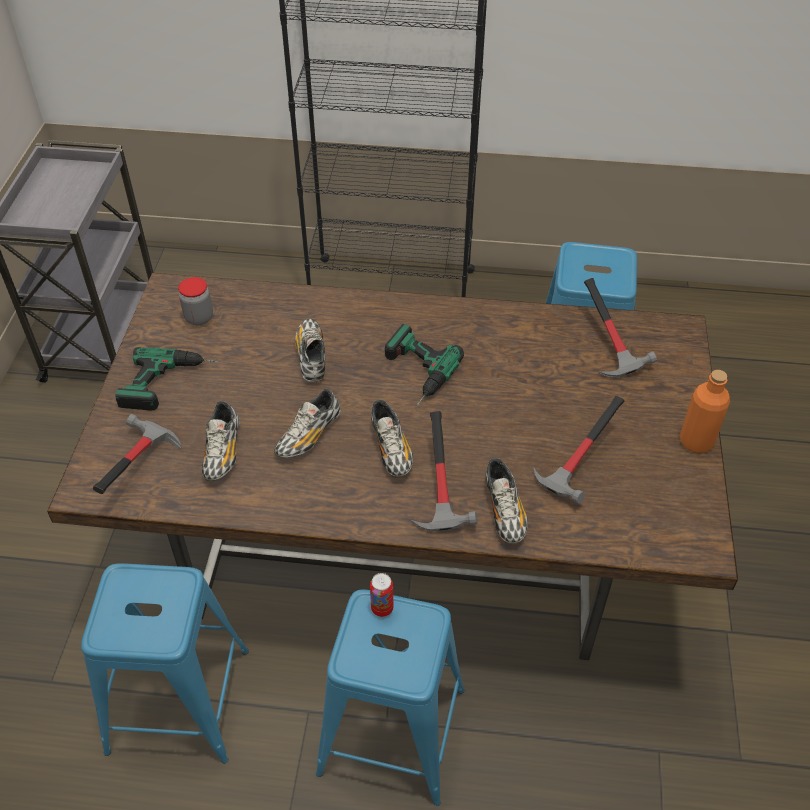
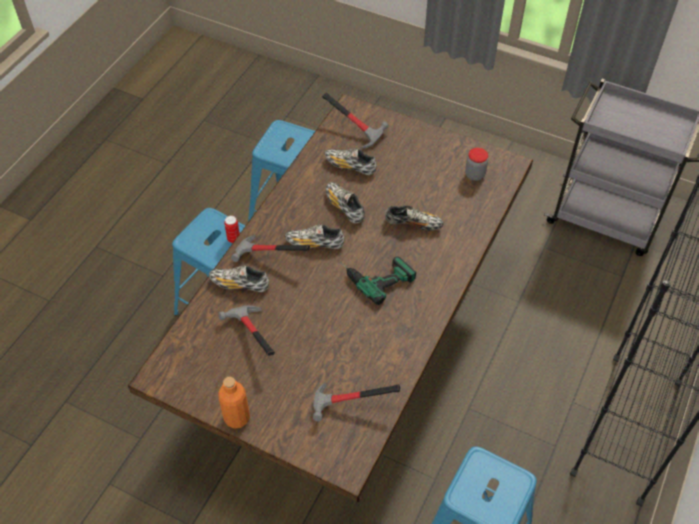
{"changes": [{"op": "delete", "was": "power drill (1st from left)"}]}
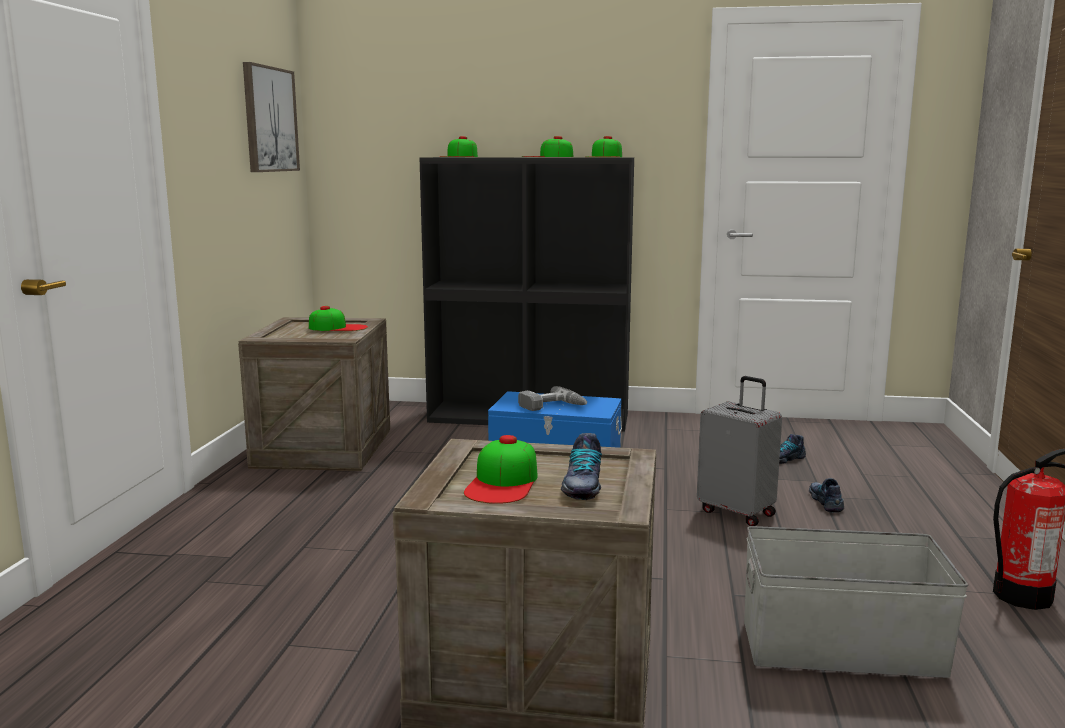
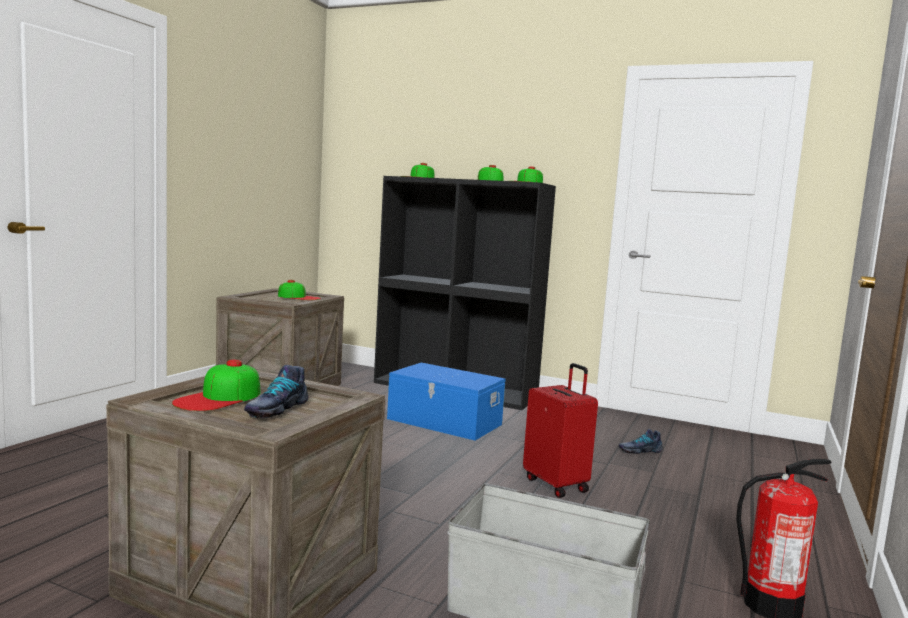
{"changes": [{"op": "delete", "was": "wall art"}, {"op": "recolor", "was": "suitcase (gray)", "now": "suitcase (red-coloured)"}, {"op": "delete", "was": "power drill"}, {"op": "delete", "was": "low shoe (3rd from left)"}]}
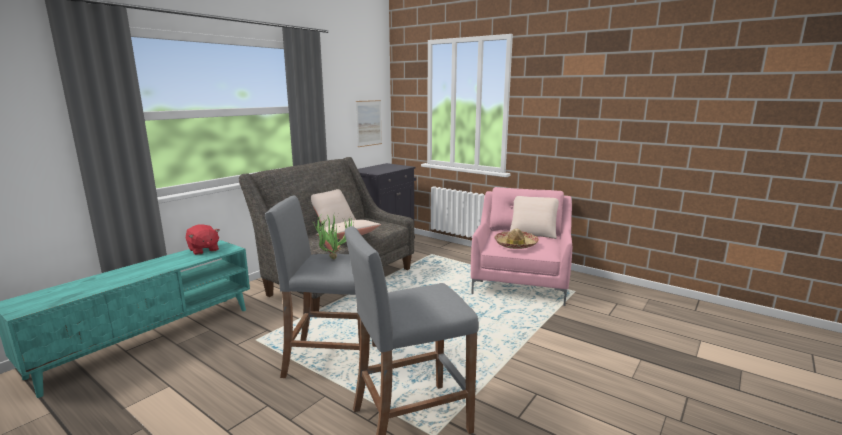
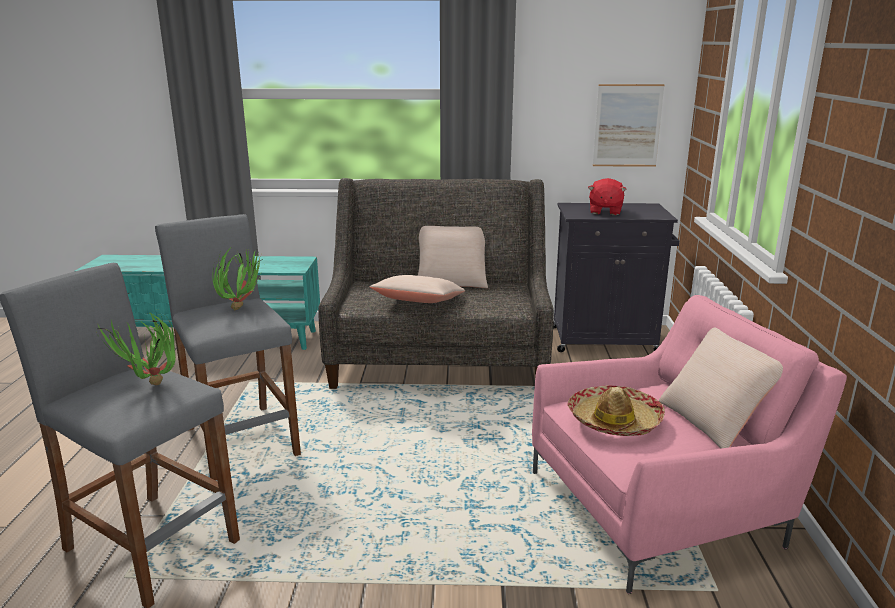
{"changes": [{"op": "move", "was": "cuddly toy (red-coloured)"}, {"op": "insert", "now": "potted plant (1st from left)"}]}
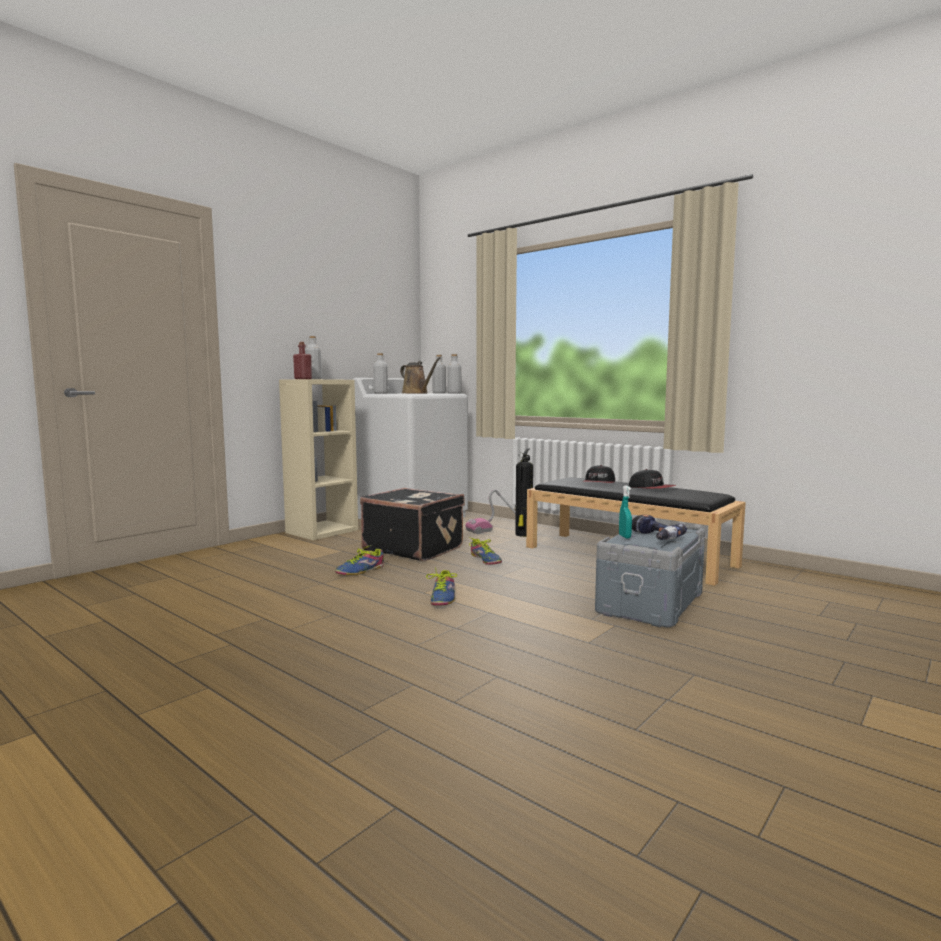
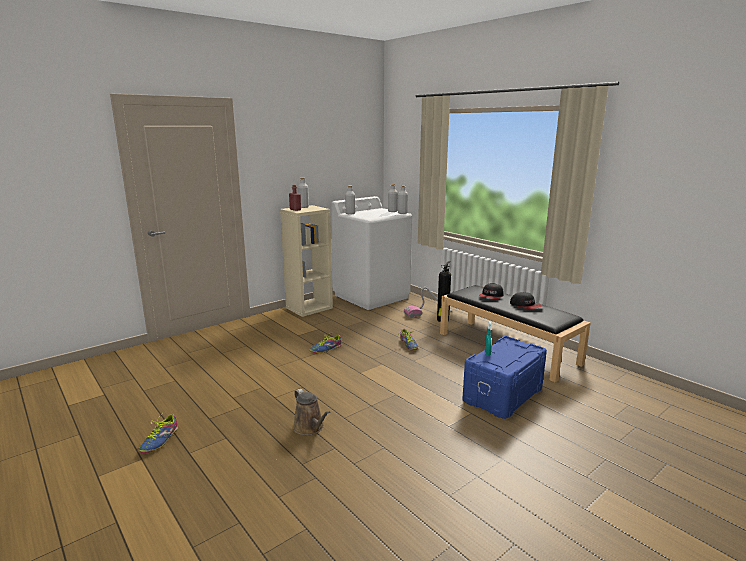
{"changes": [{"op": "move", "was": "watering pot (brown)"}, {"op": "delete", "was": "suitcase (blackish)"}, {"op": "delete", "was": "power drill"}, {"op": "recolor", "was": "storage box (gray)", "now": "storage box (bluish)"}, {"op": "move", "was": "low shoe (2nd from left in the first image)", "now": "low shoe (1st from left)"}]}
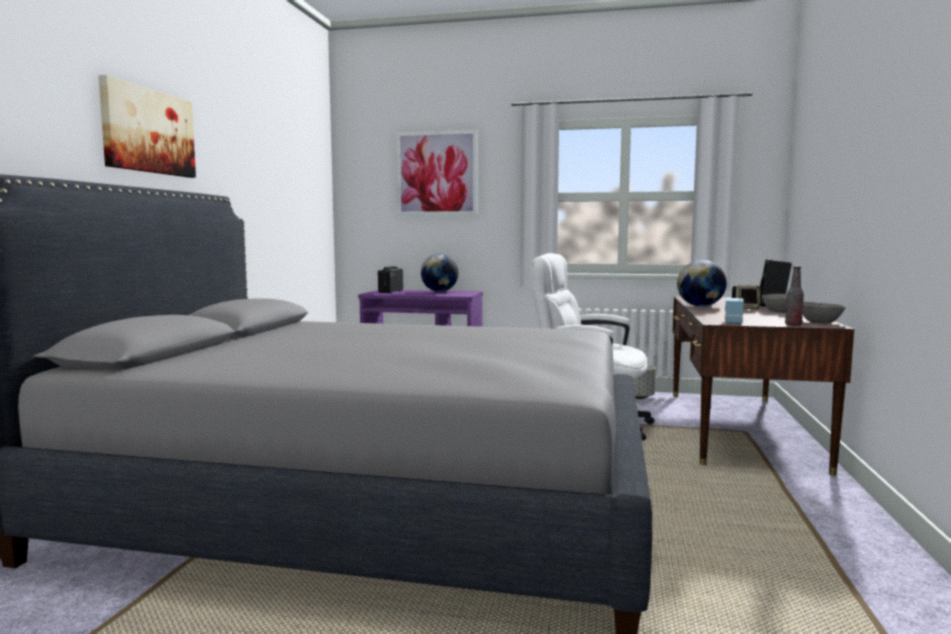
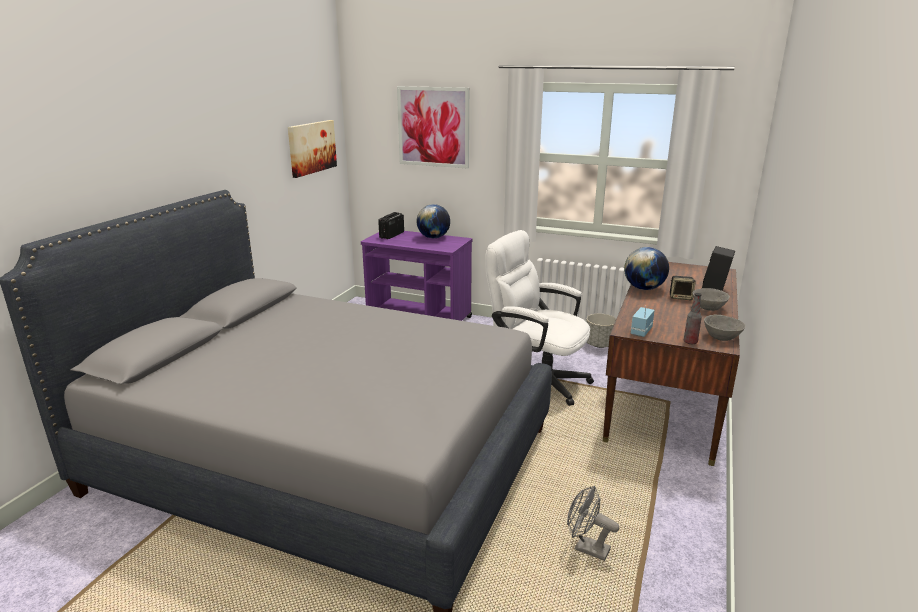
{"changes": [{"op": "move", "was": "wall art (1st from left)"}, {"op": "insert", "now": "electric fan (gray)"}]}
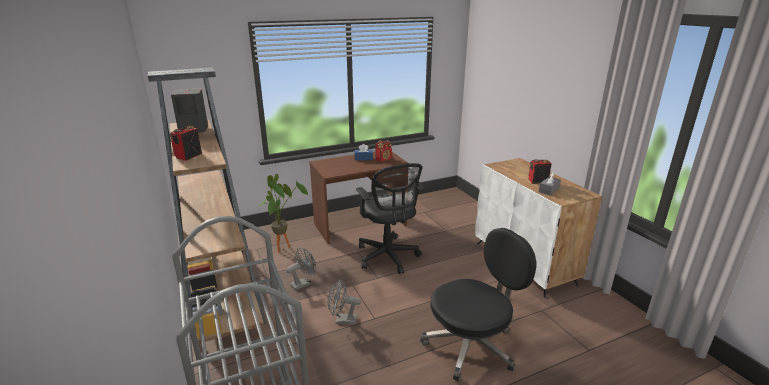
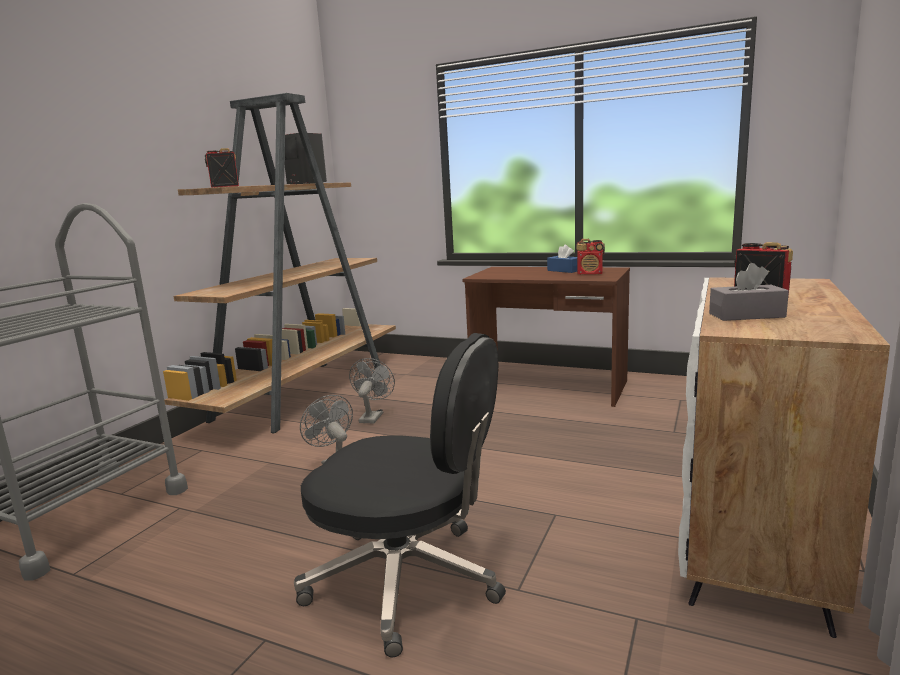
{"changes": [{"op": "delete", "was": "office chair (blackish) (1st from left)"}, {"op": "delete", "was": "potted plant"}, {"op": "rotate", "was": "electric fan (gray) (1st from left in the first image)", "clockwise": -90}]}
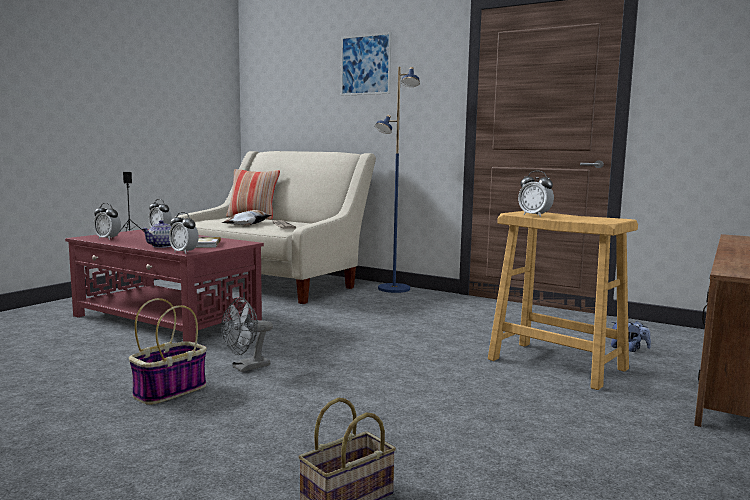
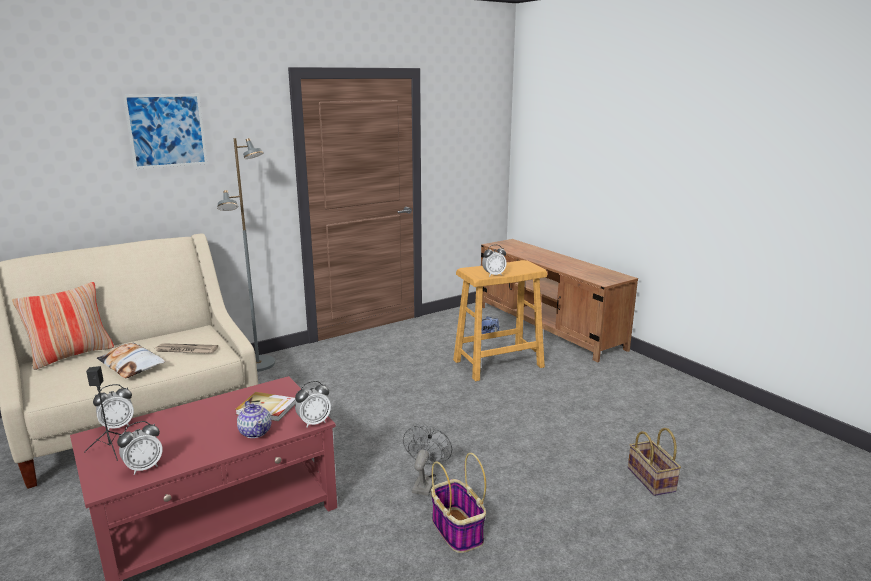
{"changes": [{"op": "recolor", "was": "standing lamp (bluish)", "now": "standing lamp (gray)"}, {"op": "rotate", "was": "electric fan (gray)", "clockwise": -150}]}
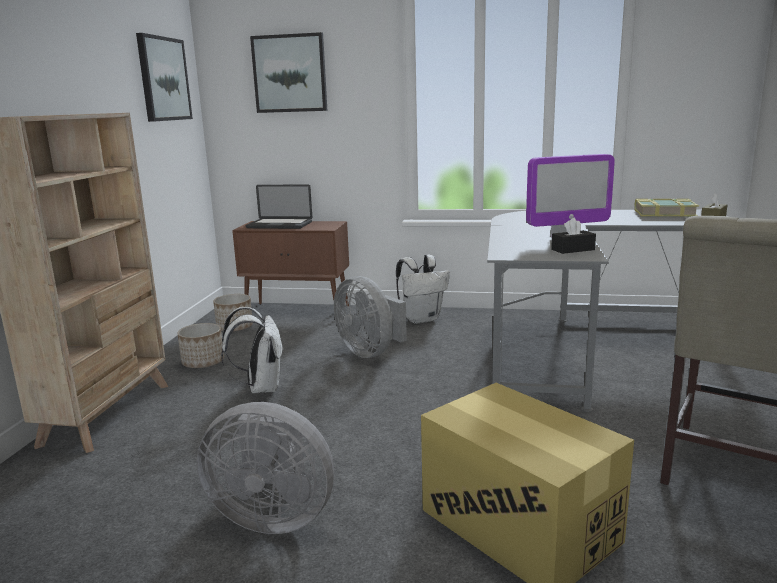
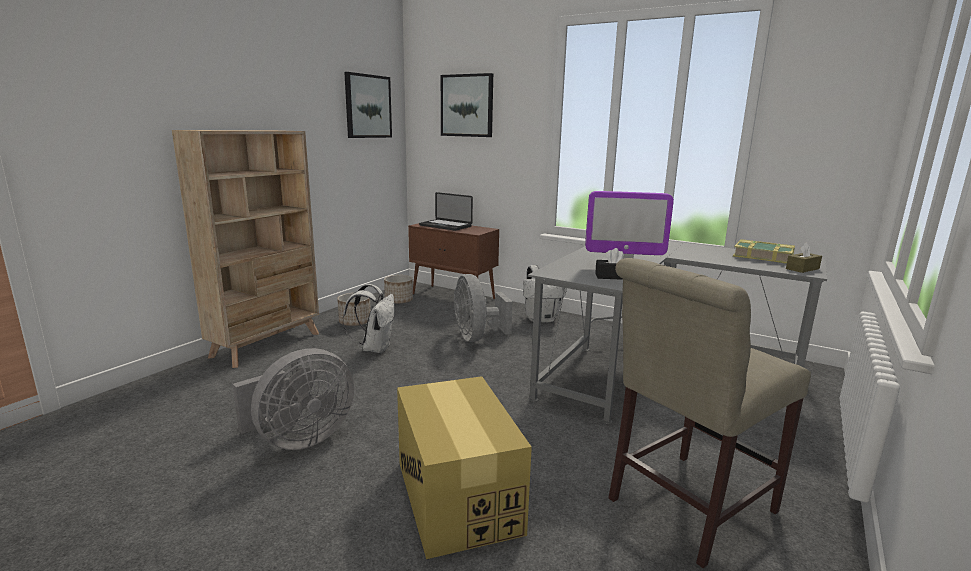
{"changes": [{"op": "rotate", "was": "electric fan (gray) (1st from left)", "clockwise": -75}]}
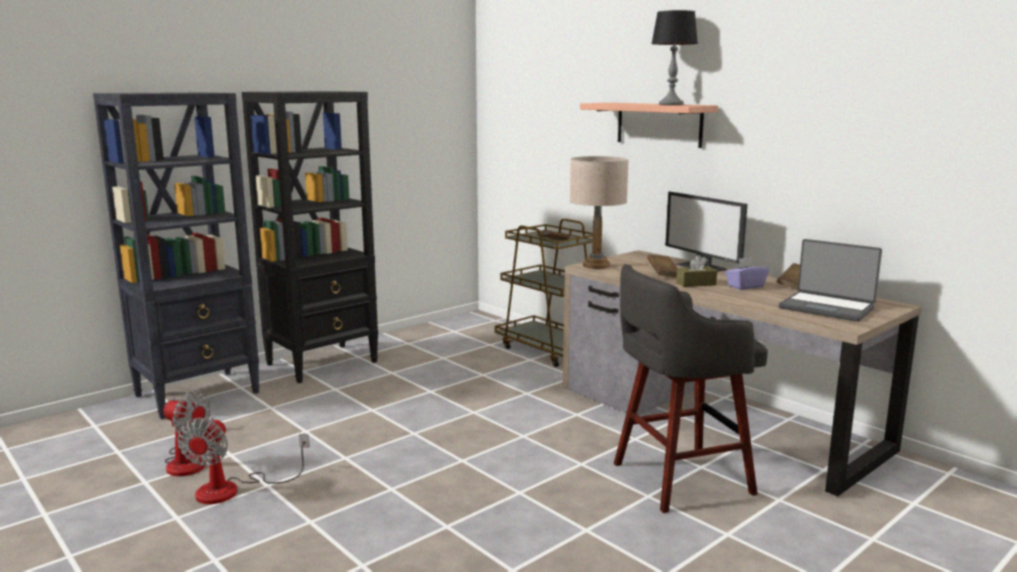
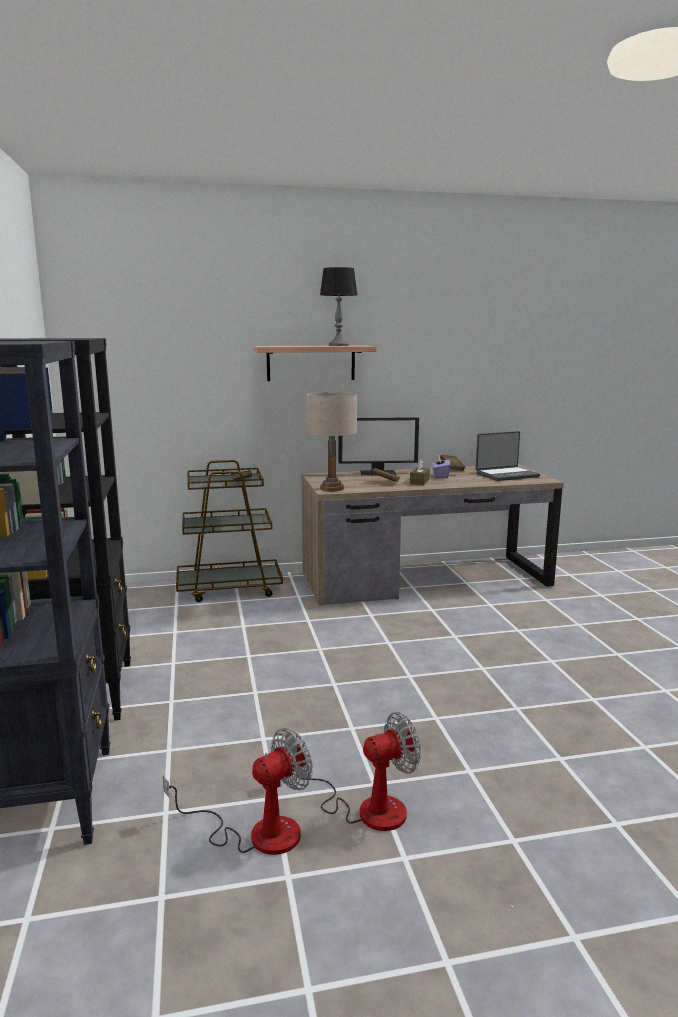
{"changes": [{"op": "delete", "was": "sitting stool (gray)"}, {"op": "rotate", "was": "electric fan (2nd from left)", "clockwise": -60}]}
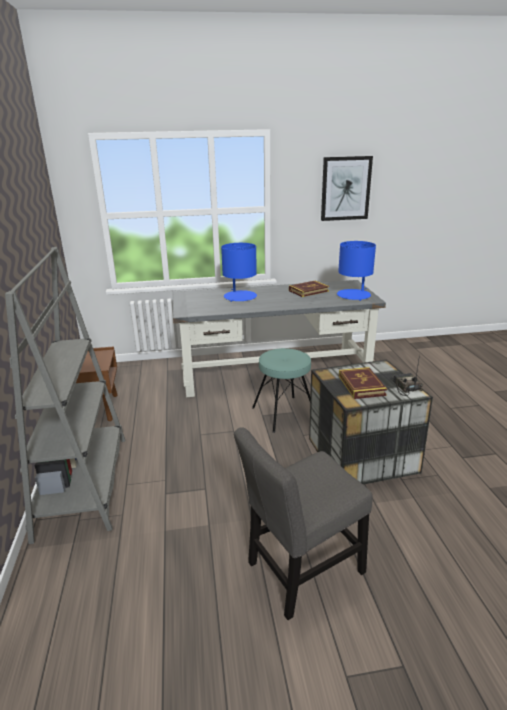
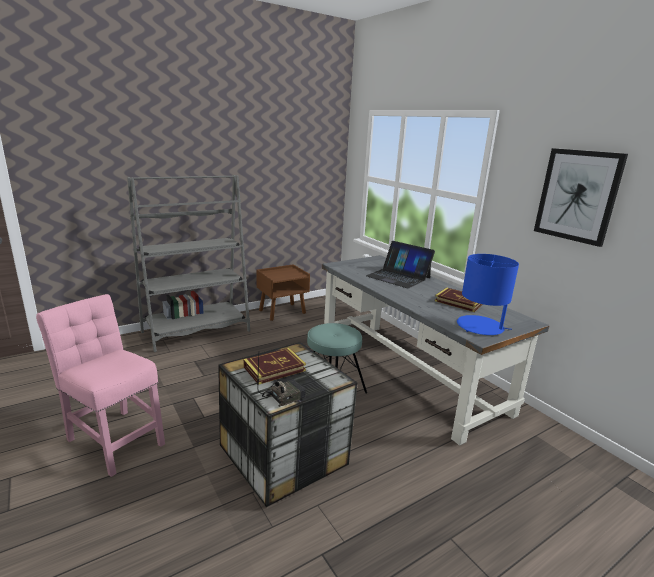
{"changes": [{"op": "replace", "was": "tabletop lamp (bluish) (1st from left)", "now": "portable computer"}, {"op": "recolor", "was": "plain chair (gray)", "now": "plain chair (pink)"}]}
